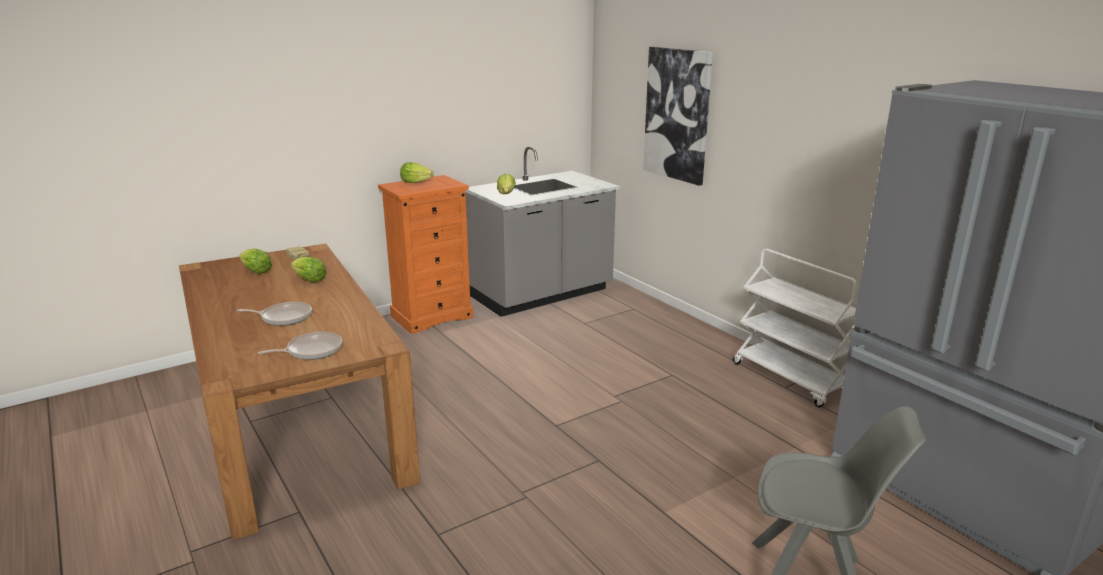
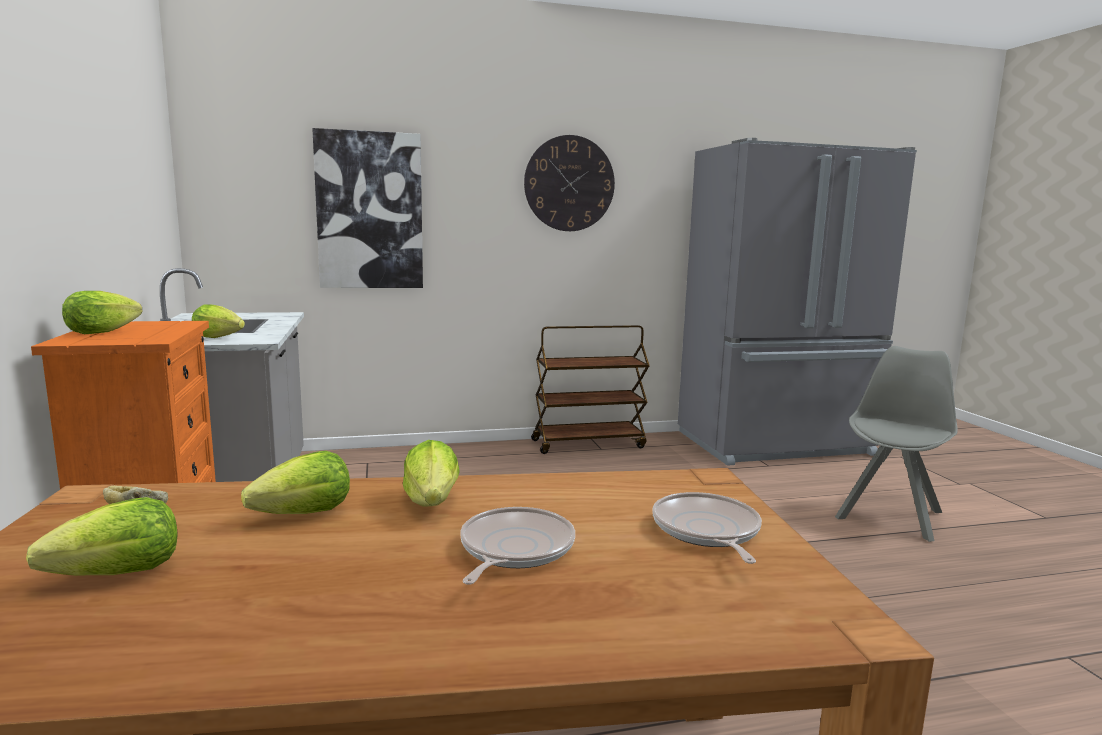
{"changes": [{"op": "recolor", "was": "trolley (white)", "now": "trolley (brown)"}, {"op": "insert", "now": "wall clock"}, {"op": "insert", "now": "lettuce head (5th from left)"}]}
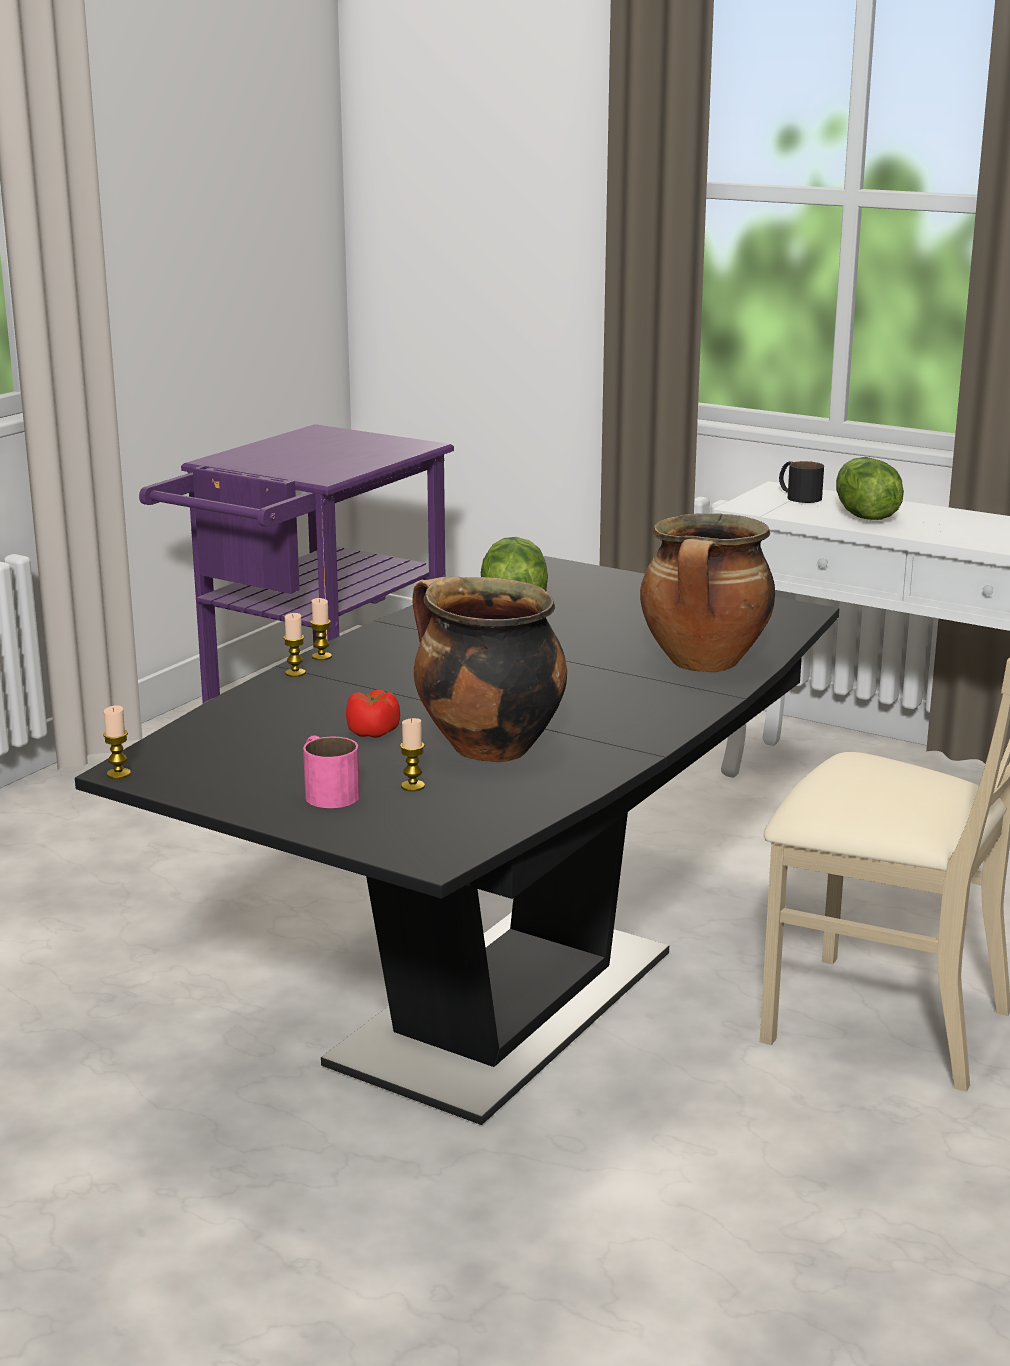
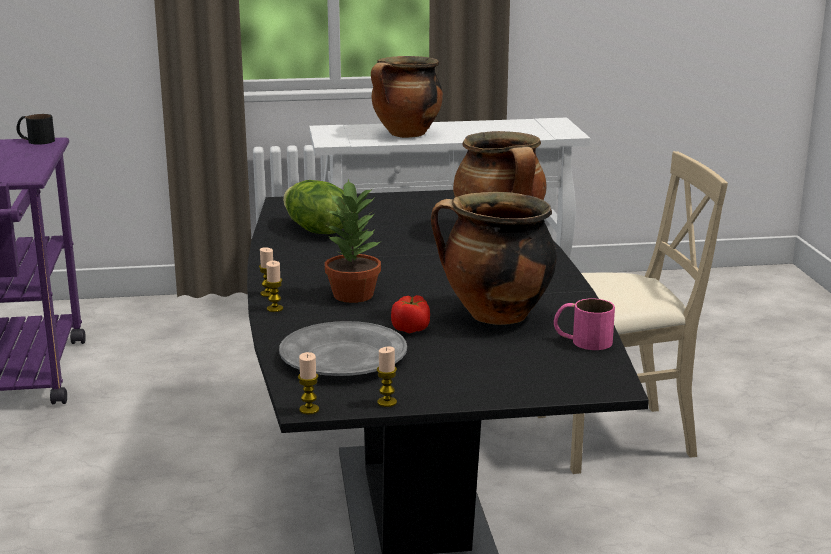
{"changes": [{"op": "replace", "was": "lettuce head (2nd from left)", "now": "stockpot (1st from left)"}, {"op": "move", "was": "coffee mug (blackish)"}, {"op": "move", "was": "wax light (4th from left)"}, {"op": "move", "was": "coffee mug (pink)"}, {"op": "insert", "now": "potted plant"}, {"op": "insert", "now": "flat dish (gray)"}]}
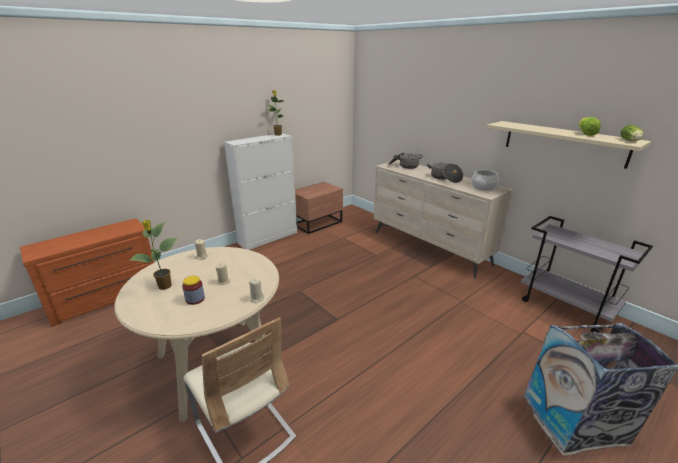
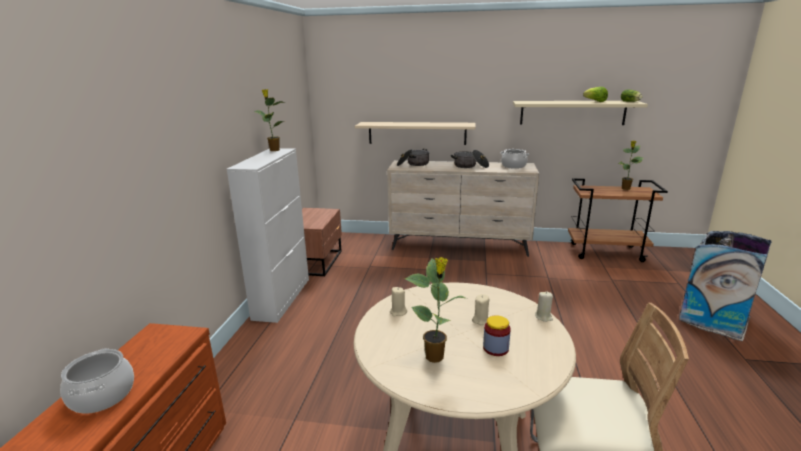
{"changes": [{"op": "recolor", "was": "trolley (gray)", "now": "trolley (brown)"}, {"op": "insert", "now": "bracket shelf (sand-coloured) (1st from left)"}, {"op": "insert", "now": "potted plant (3rd from left)"}, {"op": "insert", "now": "stockpot (1st from left)"}]}
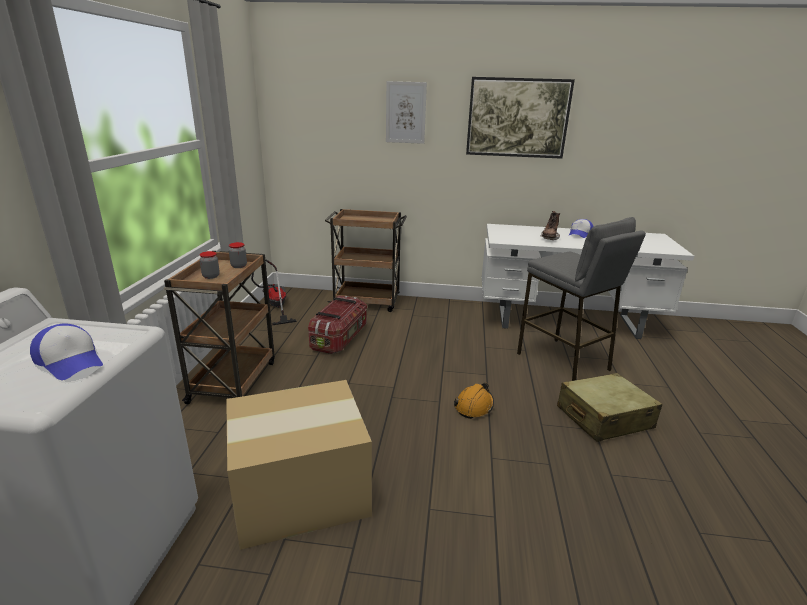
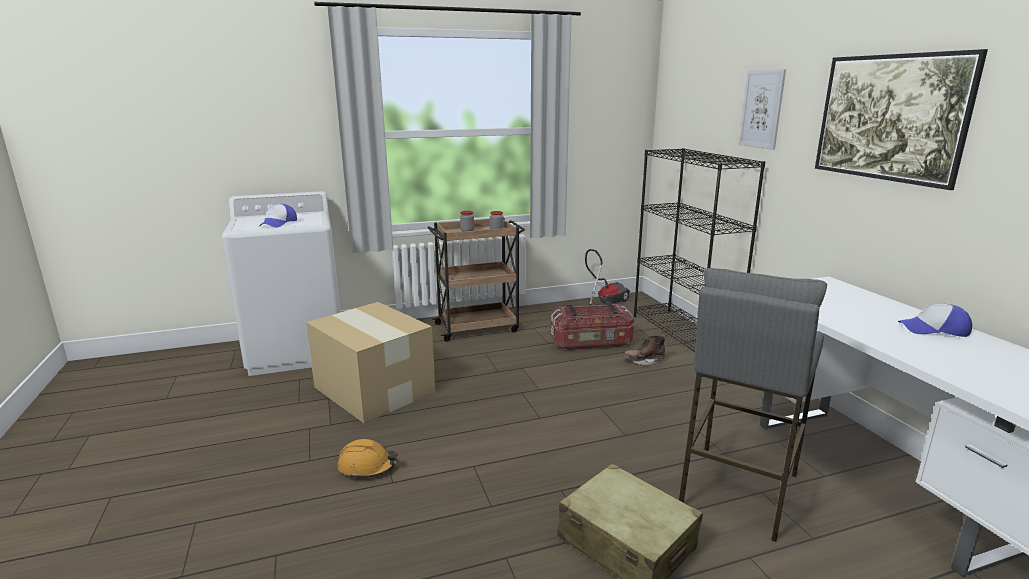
{"changes": [{"op": "replace", "was": "trolley (brown) (2nd from left)", "now": "shelving unit (blackish)"}, {"op": "move", "was": "tall boot (brown)"}, {"op": "move", "was": "work helmet (orangey)"}]}
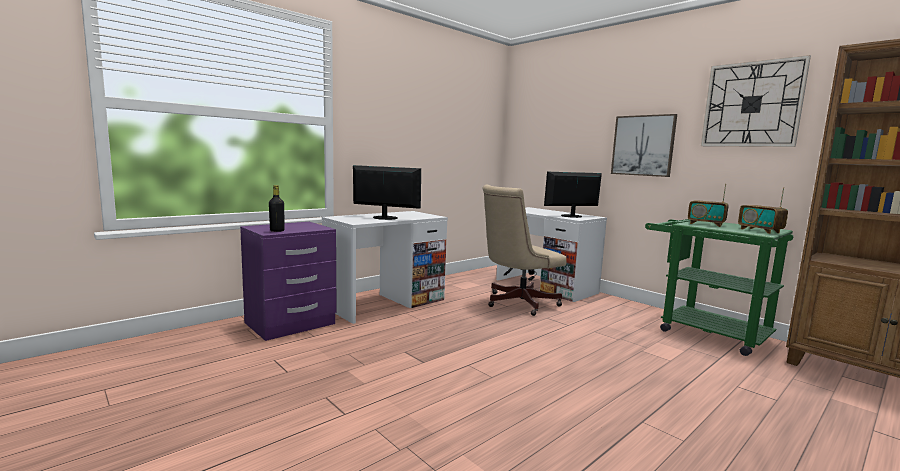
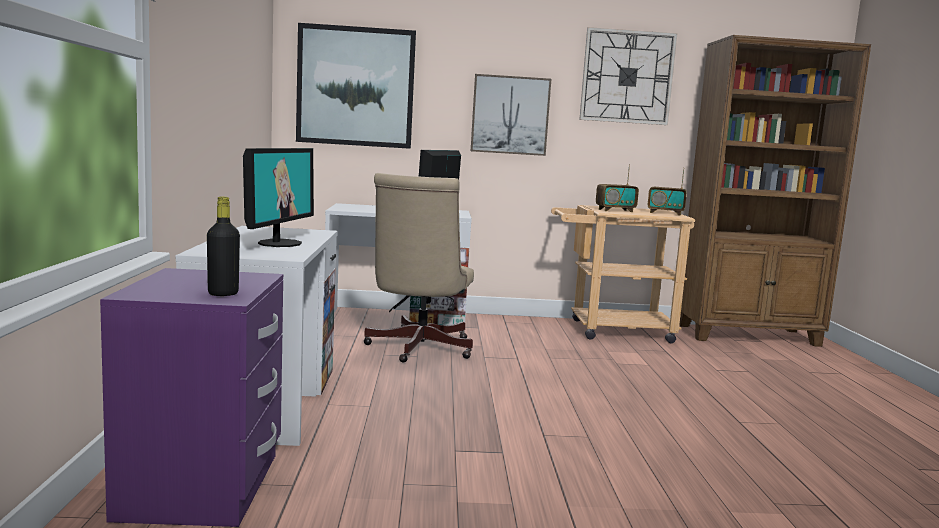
{"changes": [{"op": "rotate", "was": "computer display (1st from left)", "clockwise": 135}, {"op": "recolor", "was": "trolley (green)", "now": "trolley (sand-coloured)"}, {"op": "insert", "now": "wall art (1st from left)"}]}
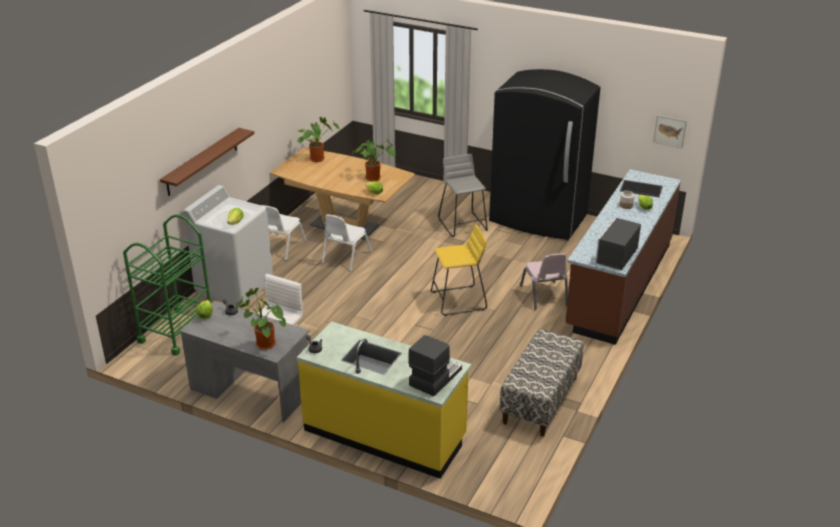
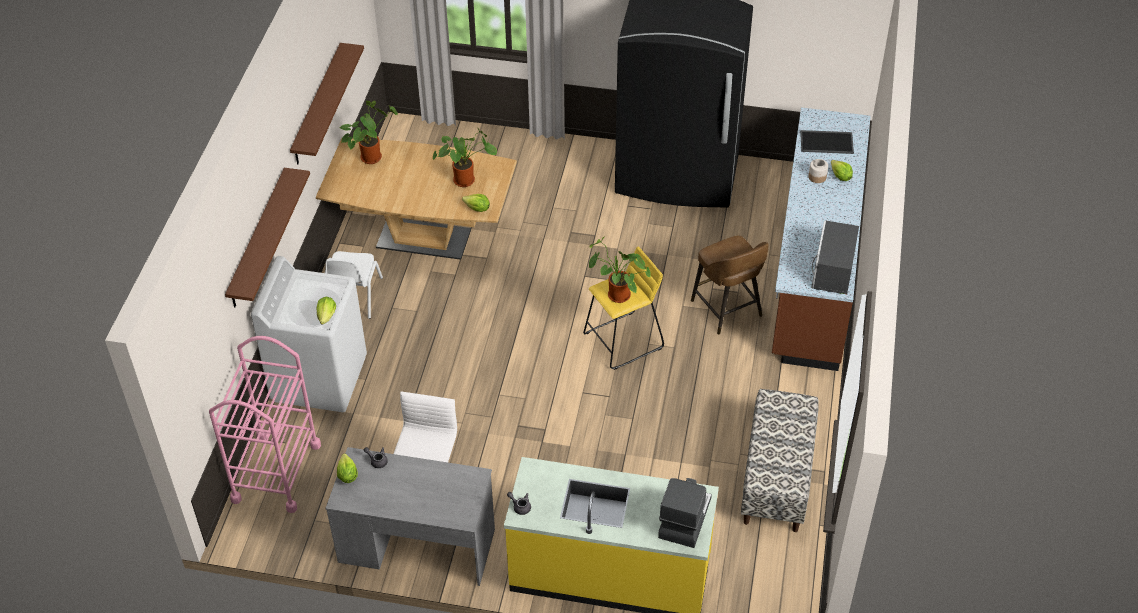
{"changes": [{"op": "delete", "was": "wall art"}, {"op": "delete", "was": "sitting stool (gray)"}, {"op": "recolor", "was": "trolley (green)", "now": "trolley (pink)"}, {"op": "delete", "was": "plain chair (white) (2nd from left)"}, {"op": "replace", "was": "plain chair (pink)", "now": "sitting stool (brown)"}, {"op": "move", "was": "potted plant (1st from left in the first image)", "now": "potted plant (3rd from left)"}, {"op": "insert", "now": "bracket shelf (brown) (2nd from left)"}]}
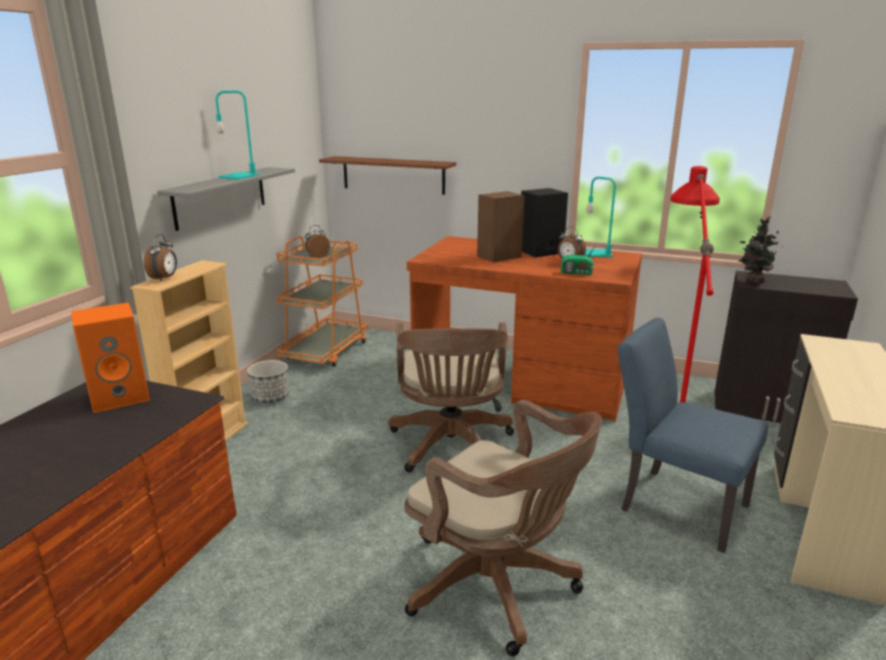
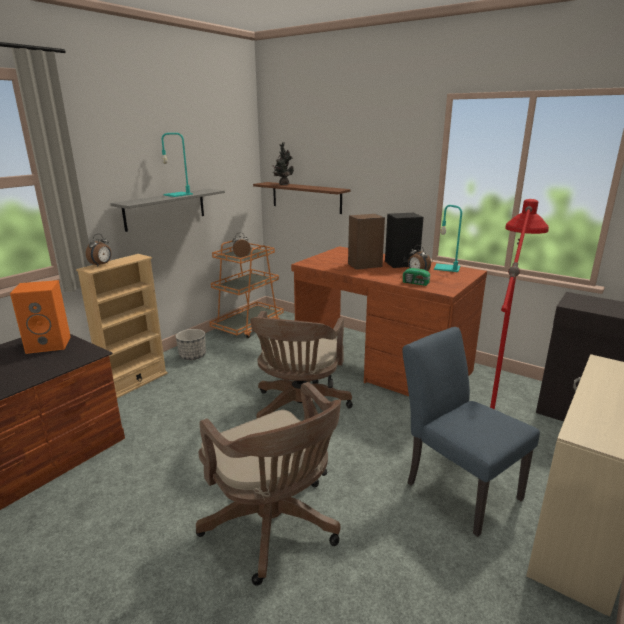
{"changes": [{"op": "move", "was": "potted plant"}]}
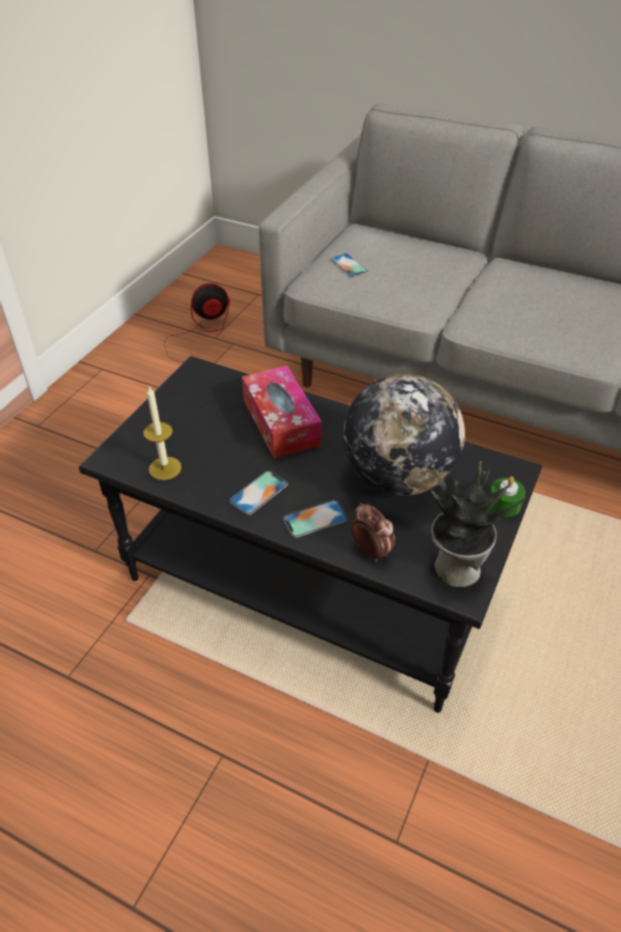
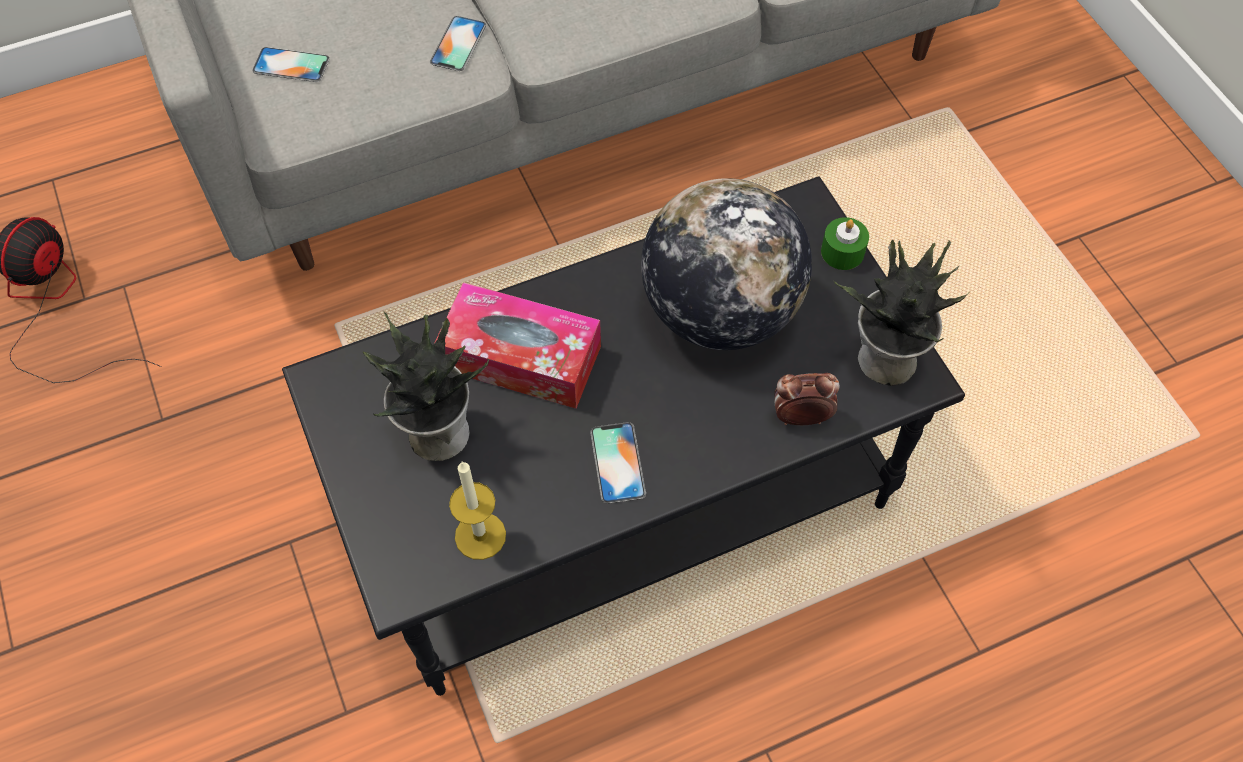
{"changes": [{"op": "move", "was": "phone (2nd from left)"}, {"op": "insert", "now": "potted plant (1st from left)"}]}
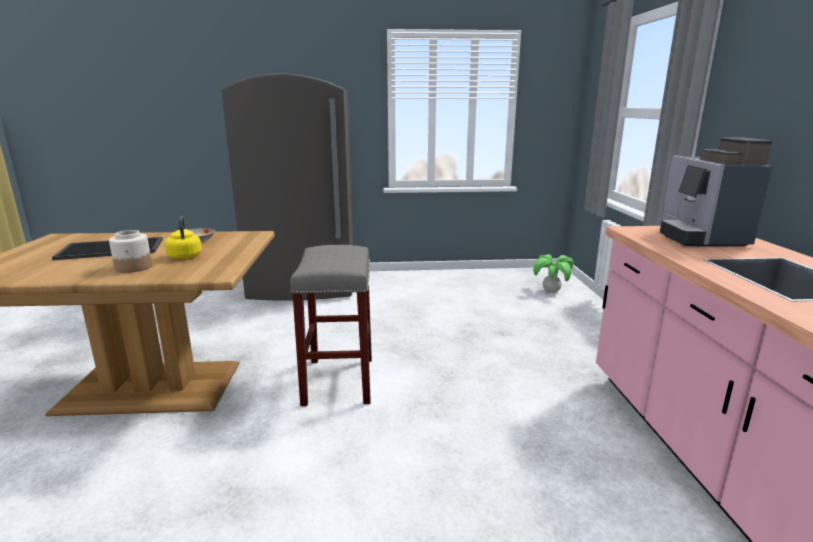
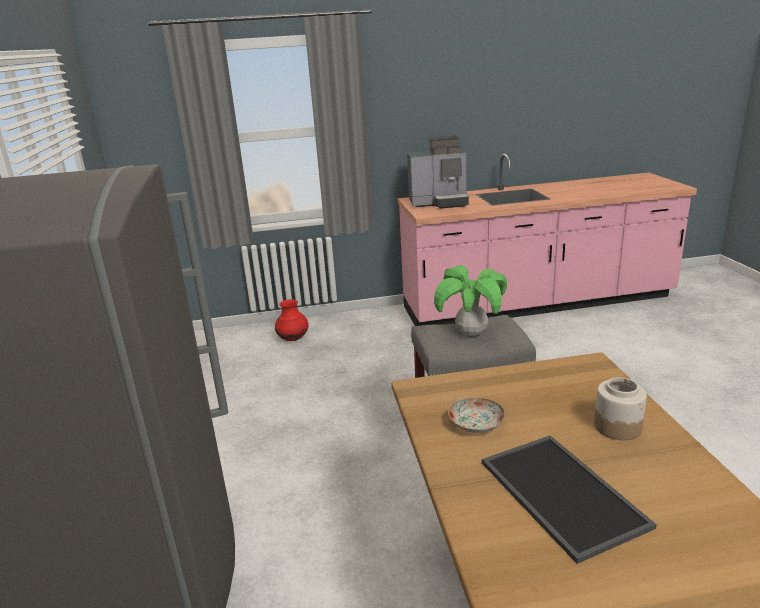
{"changes": [{"op": "delete", "was": "kettle (yellow)"}, {"op": "move", "was": "potted plant"}, {"op": "insert", "now": "flower vase (red-coloured)"}]}
